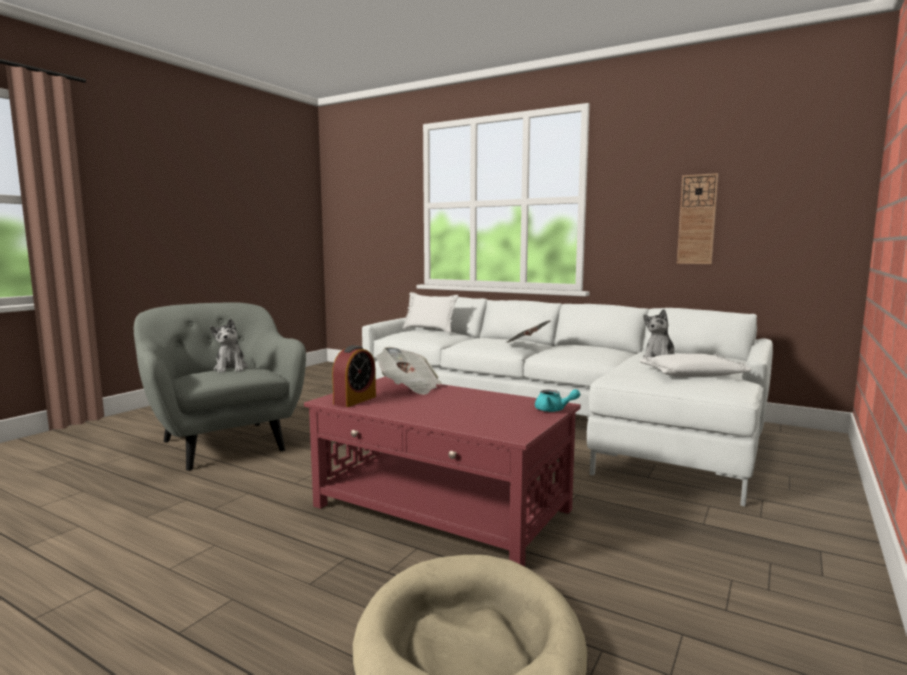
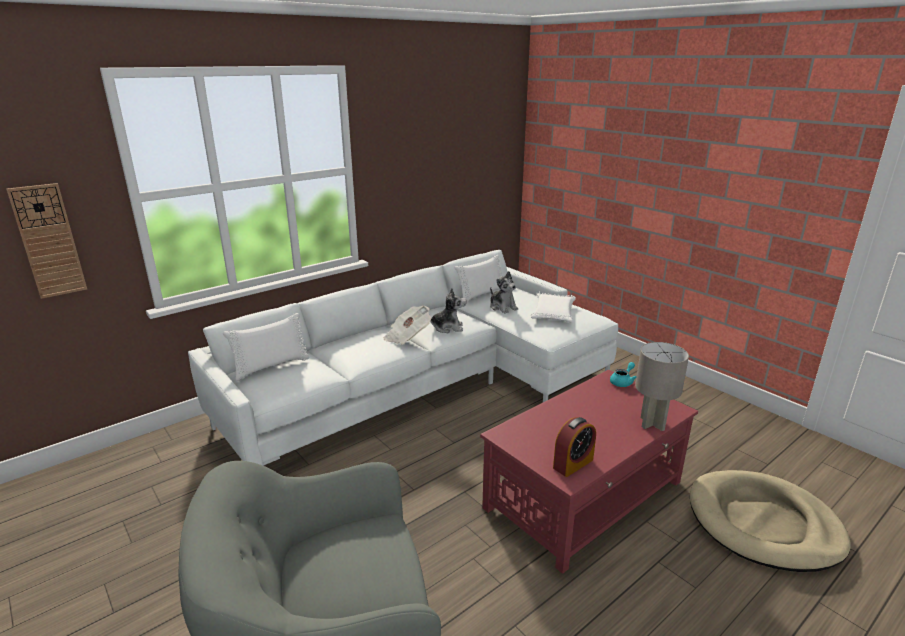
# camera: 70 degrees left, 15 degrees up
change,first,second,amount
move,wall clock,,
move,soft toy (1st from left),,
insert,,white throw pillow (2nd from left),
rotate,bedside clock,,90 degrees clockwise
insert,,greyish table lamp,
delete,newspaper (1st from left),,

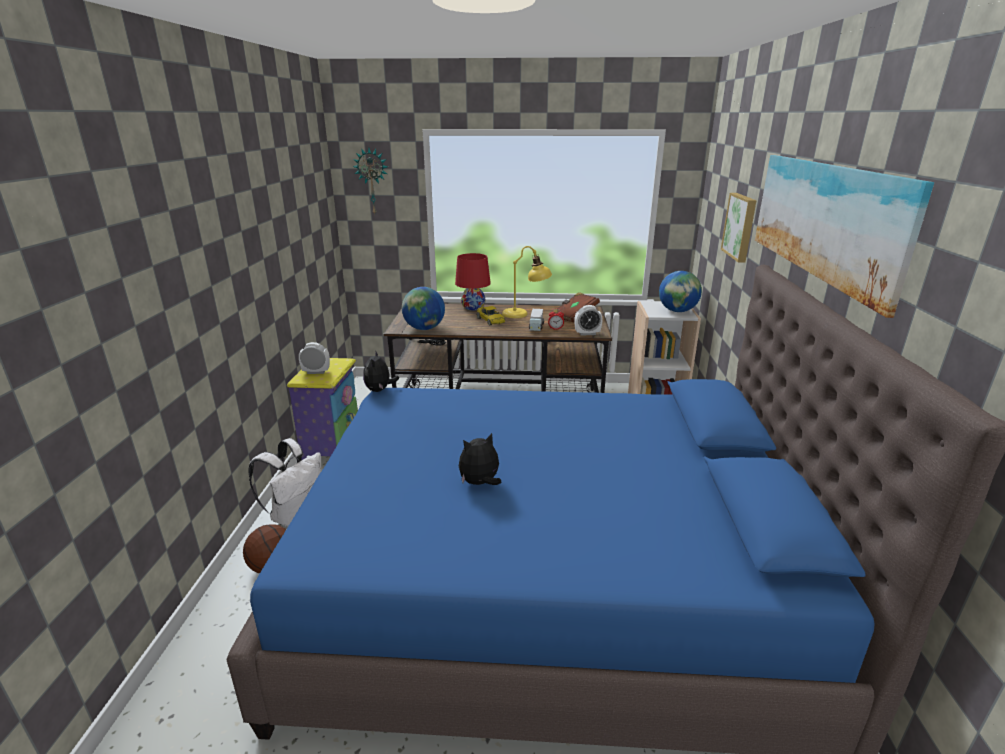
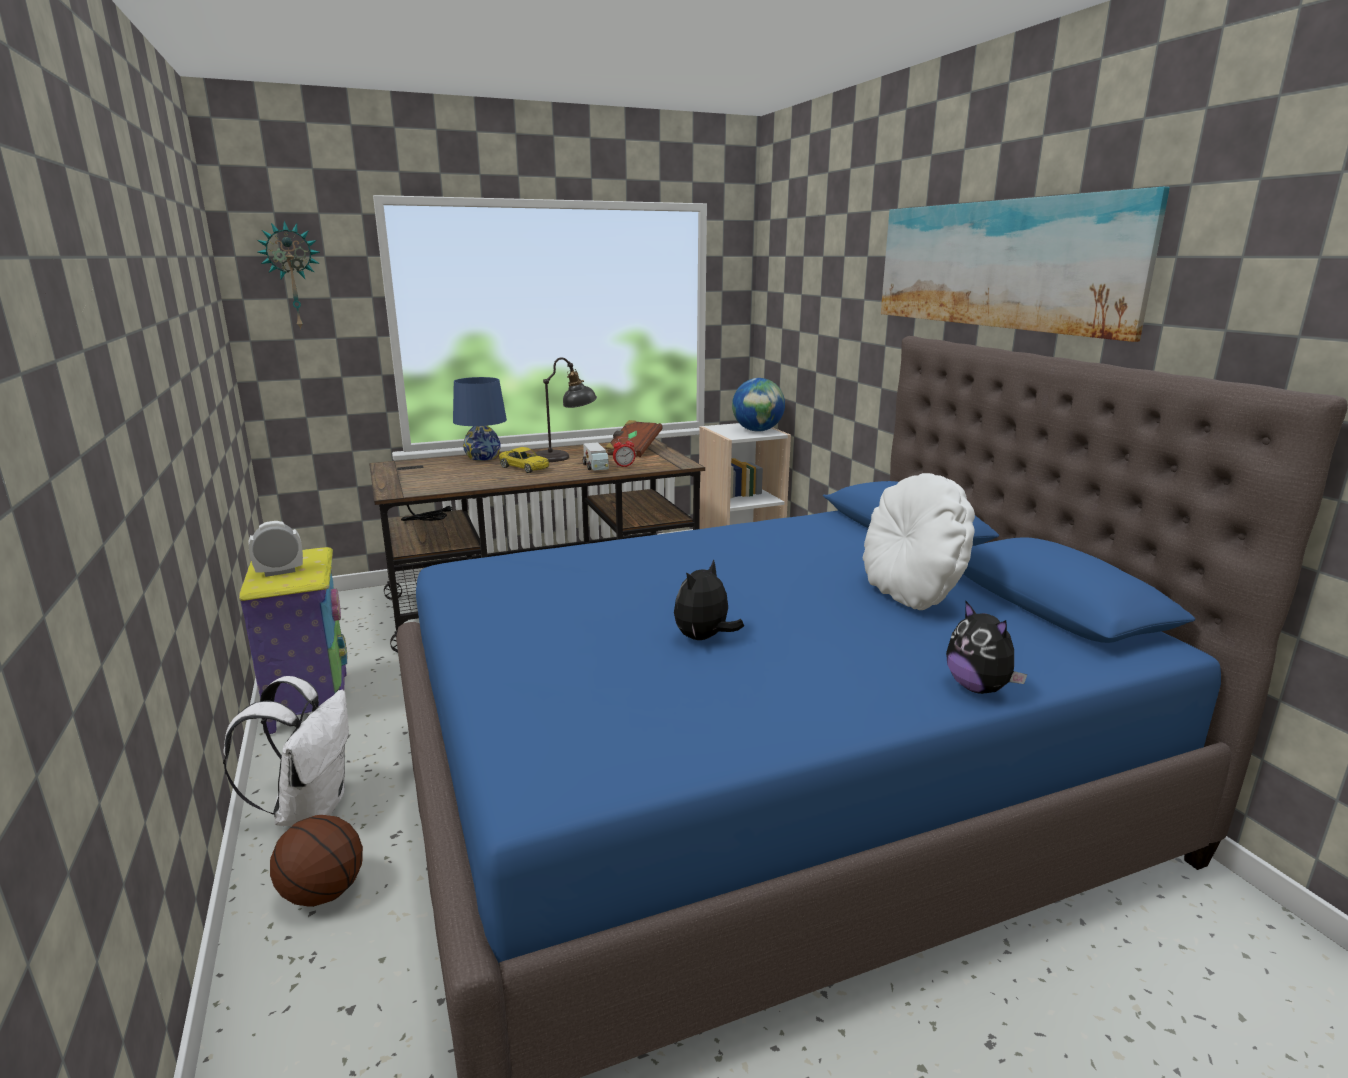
# camera: 25 degrees left, 5 degrees down
change,first,second,amount
recolor,reddish table lamp,blue table lamp,
recolor,yellow-coloured table lamp,greyish table lamp,
insert,,white throw pillow,
move,soft toy (1st from left in the first image),soft toy (2nd from left),
delete,globe (1st from left),,
delete,bedside clock (3rd from left),,
delete,picture (1st from left),,

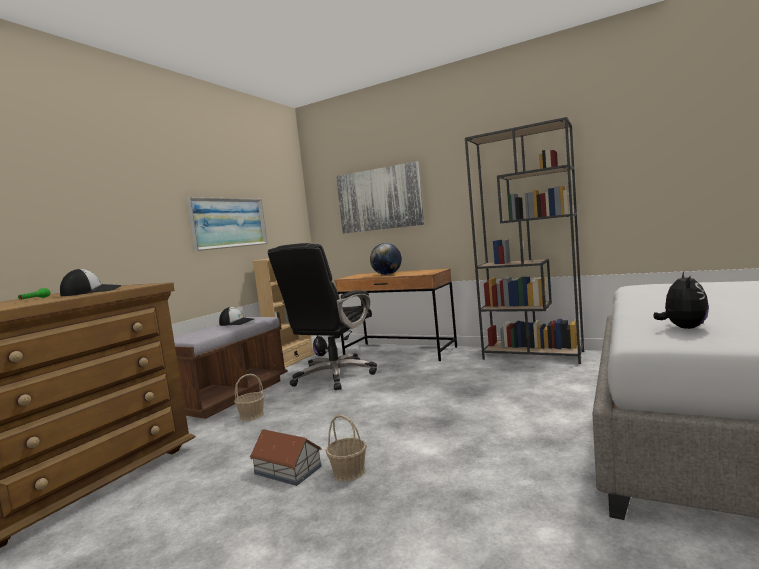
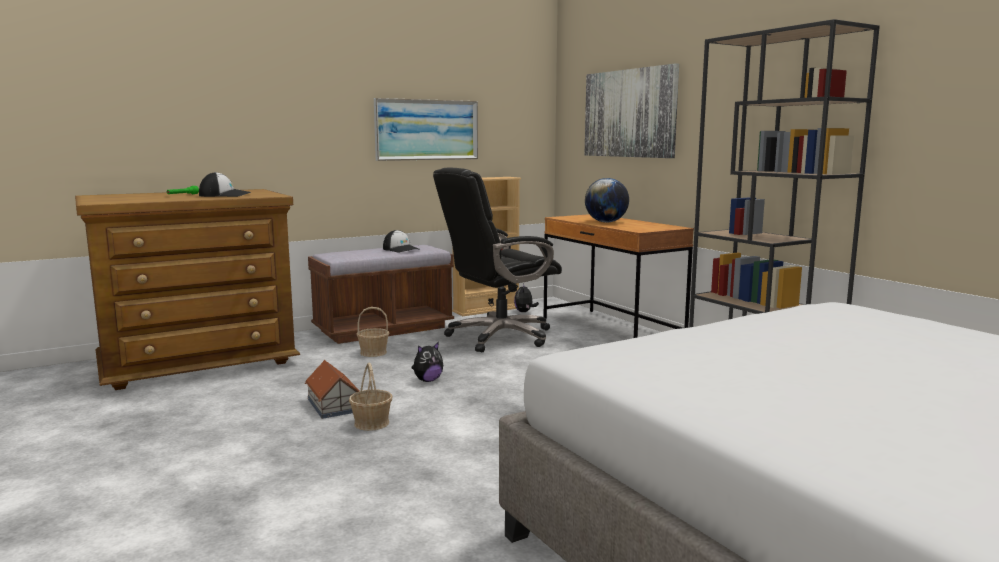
# camera: 30 degrees right, 5 degrees up
change,first,second,amount
move,soft toy (2nd from left in the first image),soft toy (1st from left),

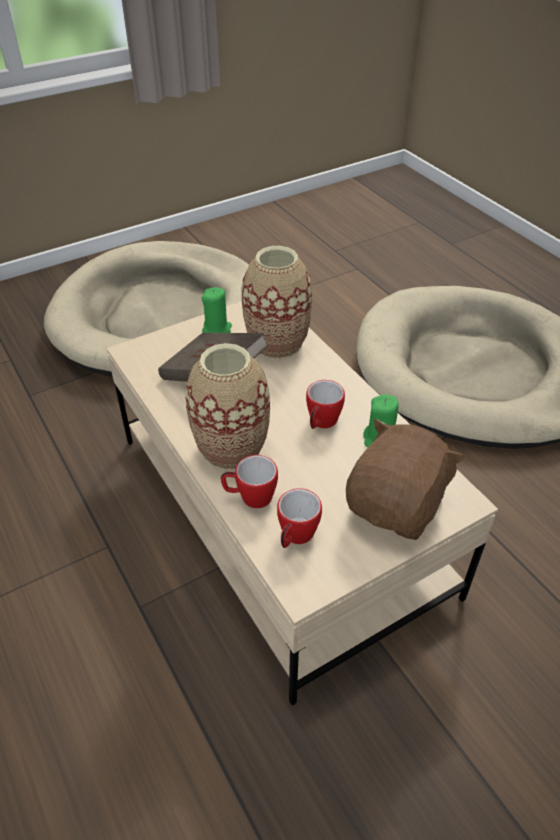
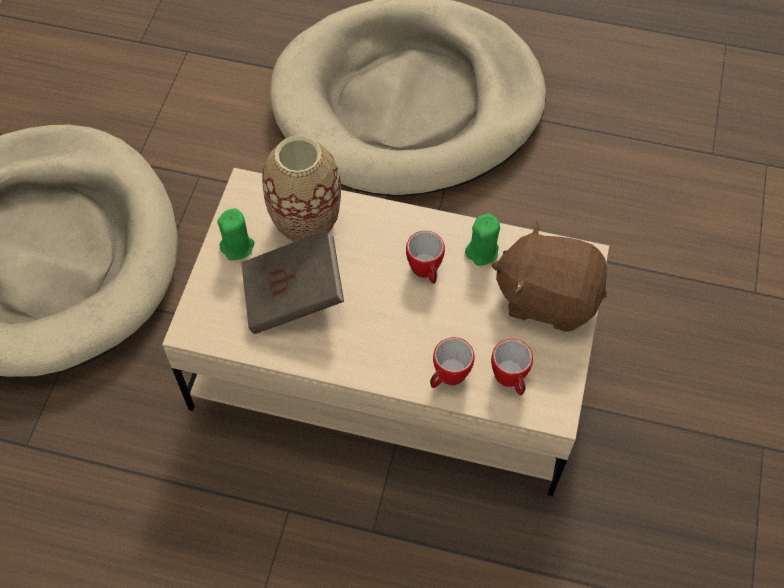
# camera: 45 degrees left, 15 degrees up
change,first,second,amount
rotate,brown-coloured soft toy,,60 degrees counterclockwise
delete,vase (1st from left),,

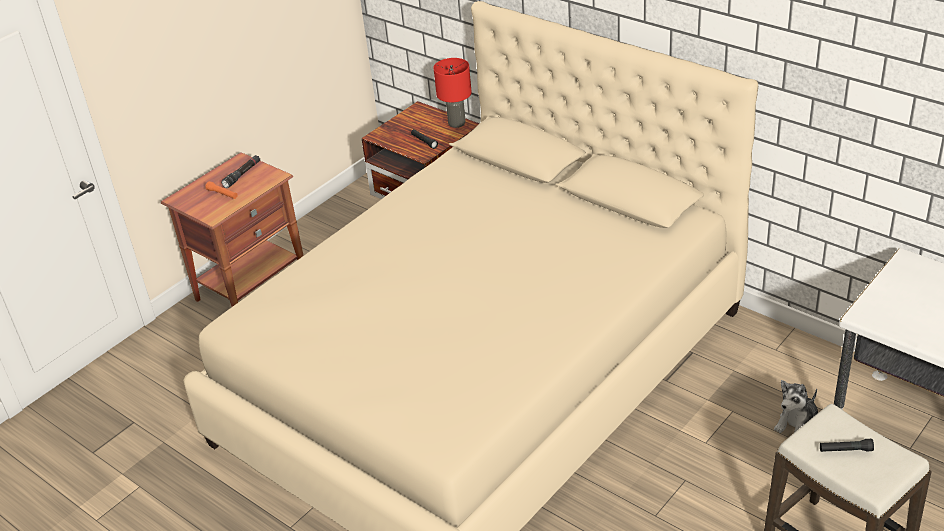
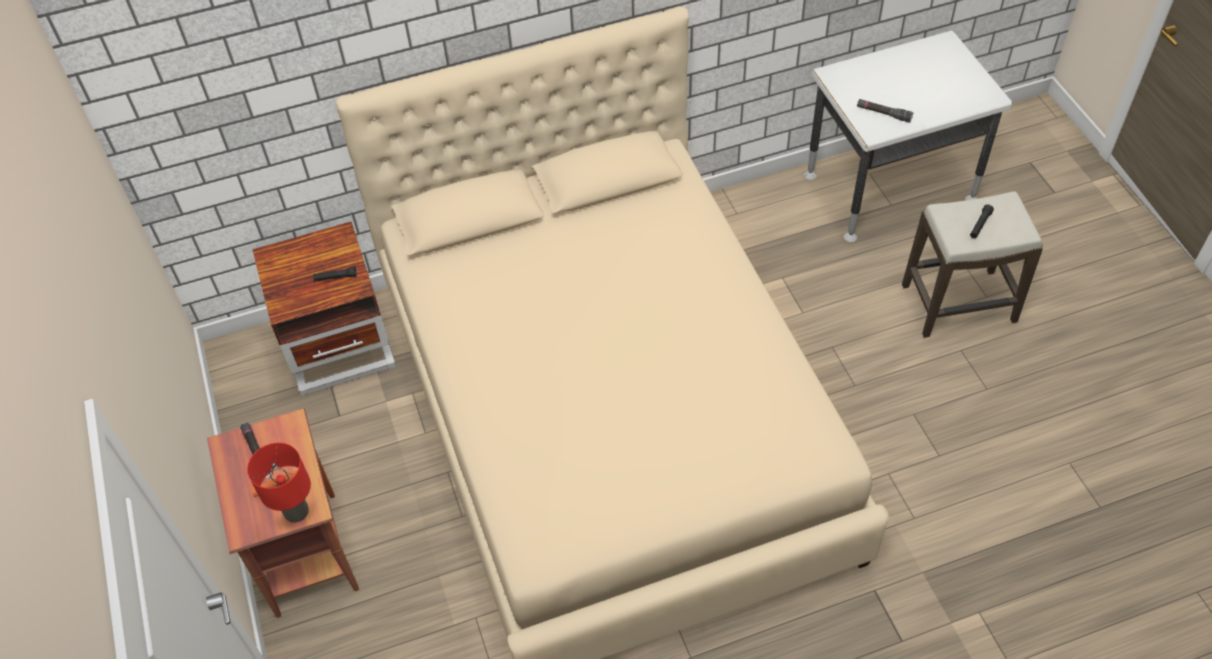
# camera: 60 degrees left, 15 degrees up
change,first,second,amount
move,reddish table lamp,,
insert,,black-coloured flashlight (3rd from left),
delete,soft toy,,

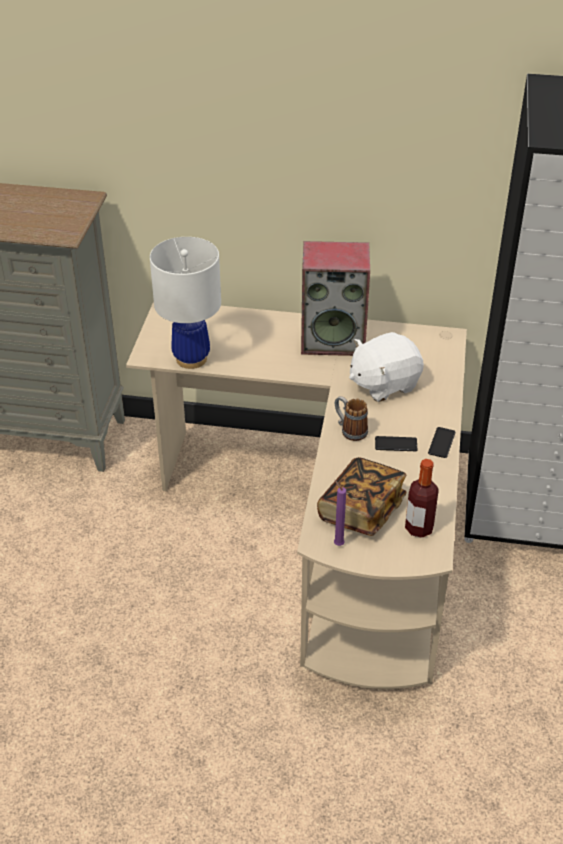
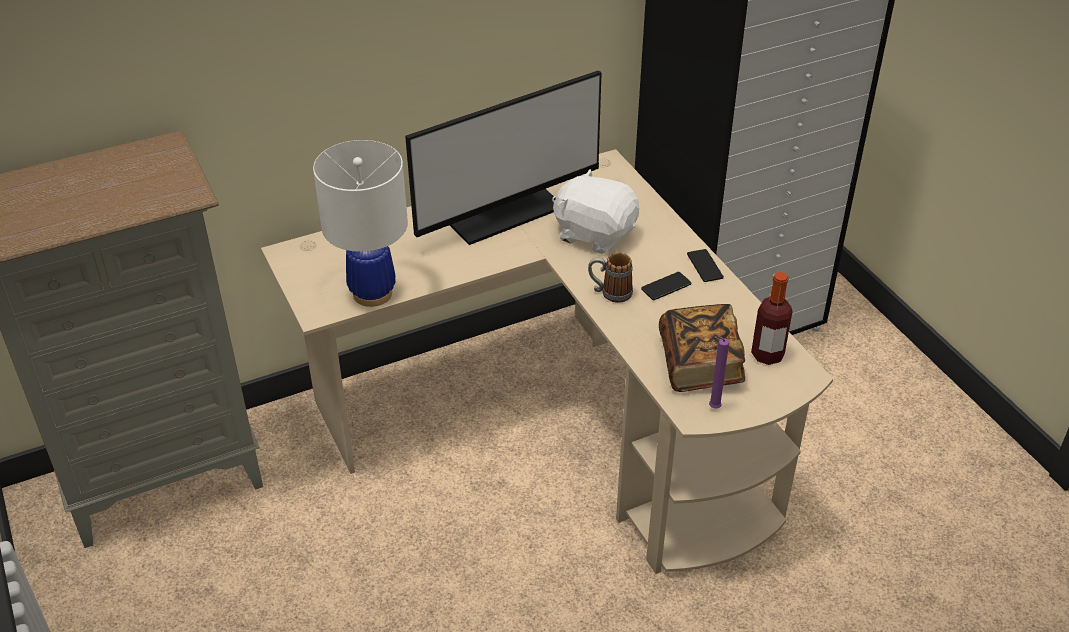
# camera: 35 degrees left, 0 degrees up
change,first,second,amount
replace,loudspeaker,monitor,
rotate,white soft toy,,90 degrees clockwise

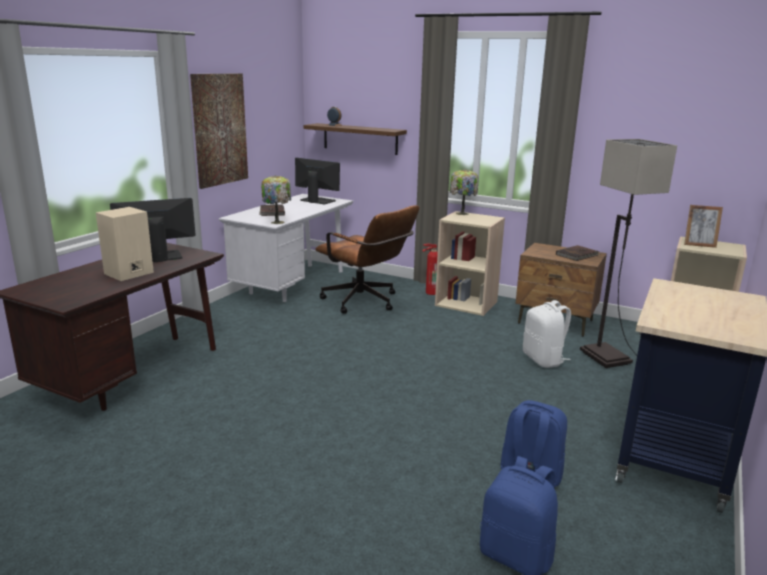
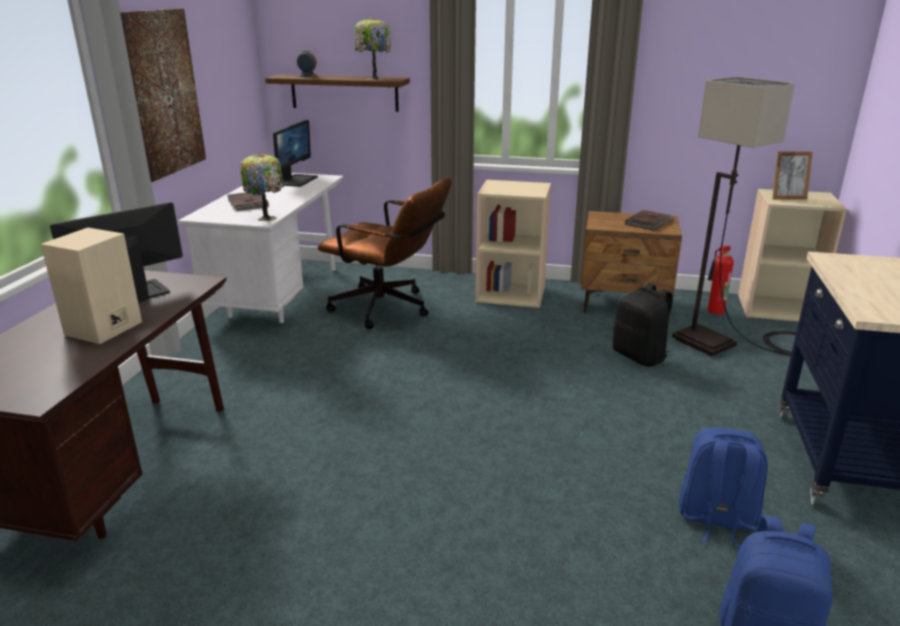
# camera: 15 degrees left, 5 degrees up
change,first,second,amount
rotate,monitor (2nd from left),,90 degrees clockwise
move,table lamp (2nd from left),,
recolor,white knapsack,black-coloured knapsack,
move,fire-fighting cylinder,,

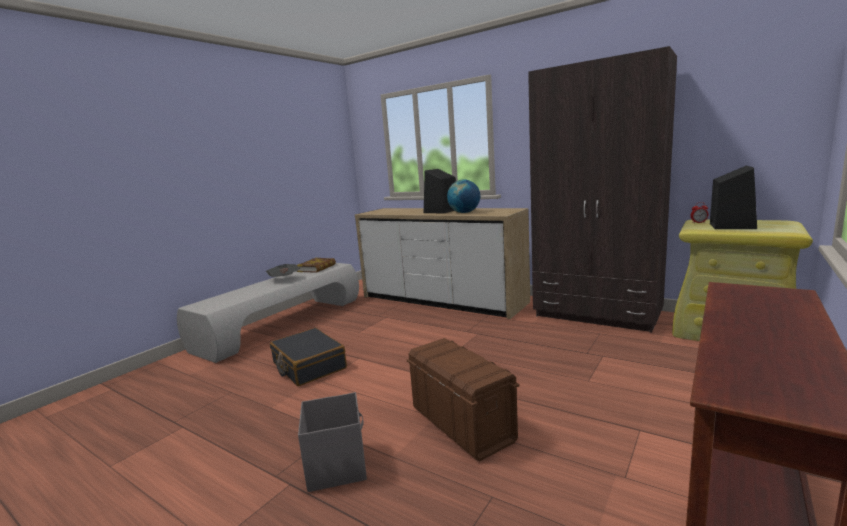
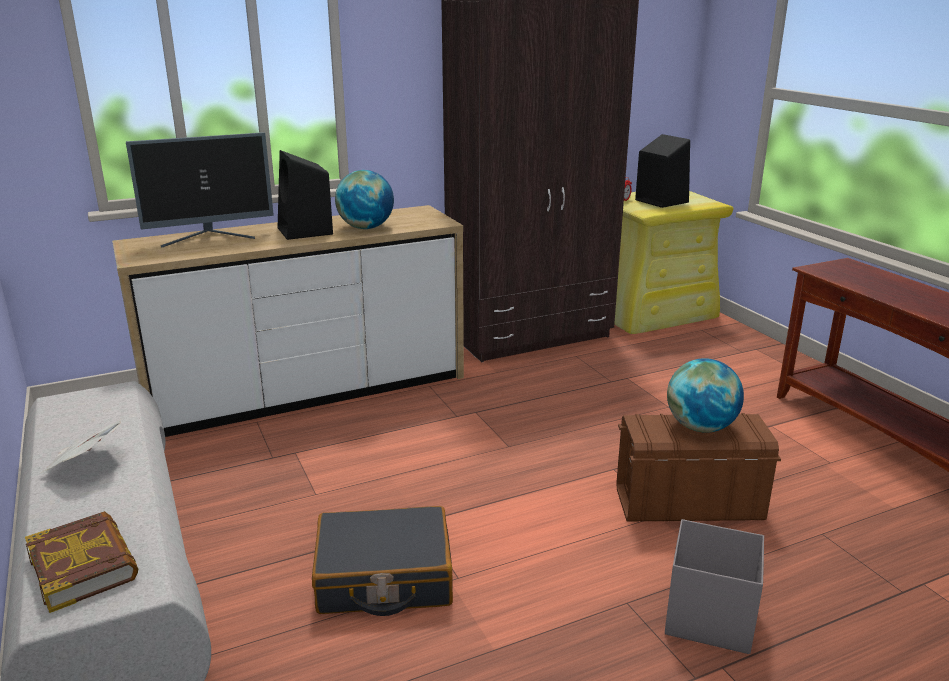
# camera: 60 degrees left, 10 degrees up
change,first,second,amount
move,bound book,,
insert,,monitor,
insert,,globe (2nd from left),

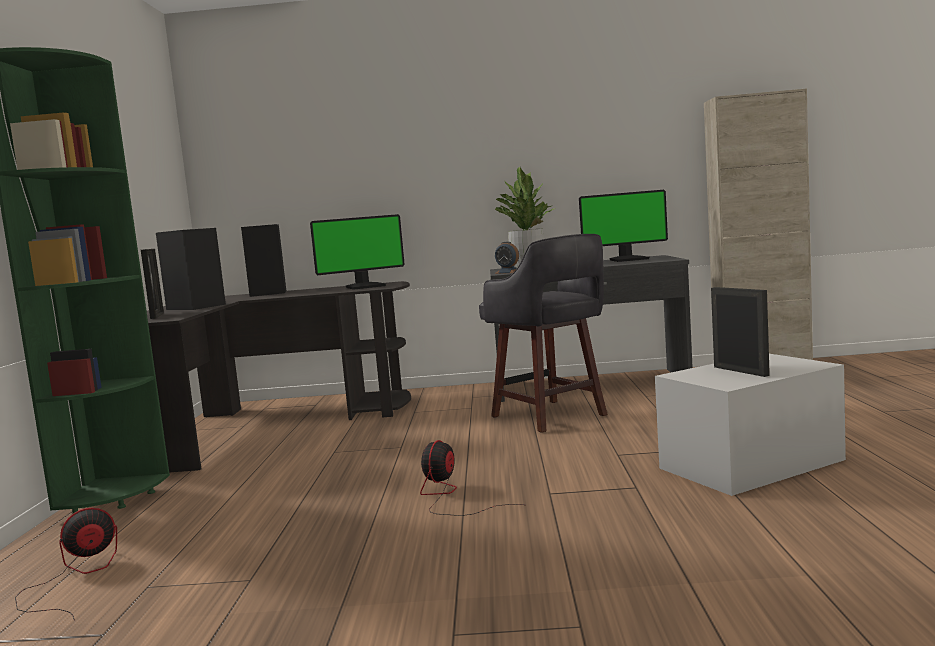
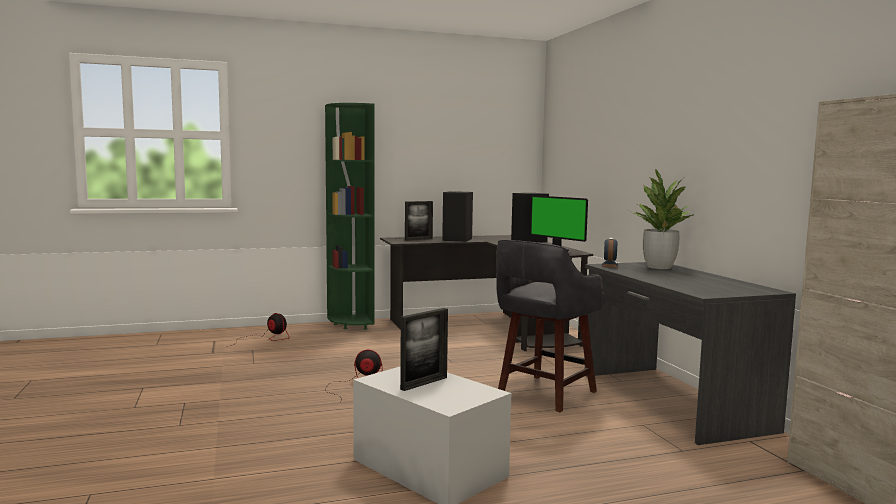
# camera: 70 degrees right, 0 degrees up
change,first,second,amount
delete,monitor (2nd from left),,

